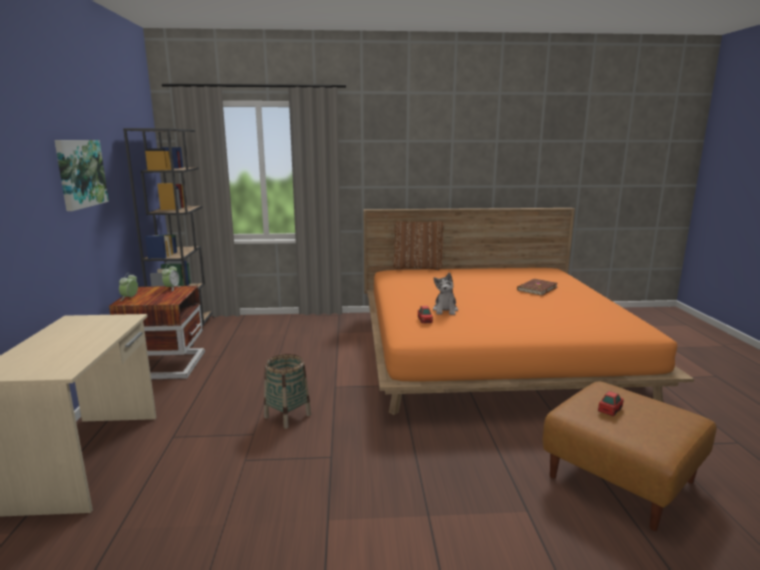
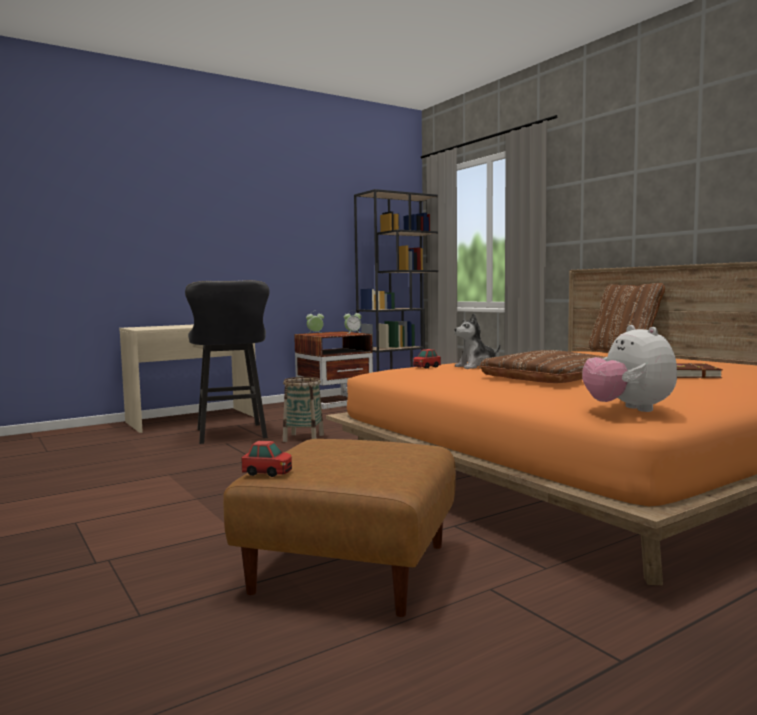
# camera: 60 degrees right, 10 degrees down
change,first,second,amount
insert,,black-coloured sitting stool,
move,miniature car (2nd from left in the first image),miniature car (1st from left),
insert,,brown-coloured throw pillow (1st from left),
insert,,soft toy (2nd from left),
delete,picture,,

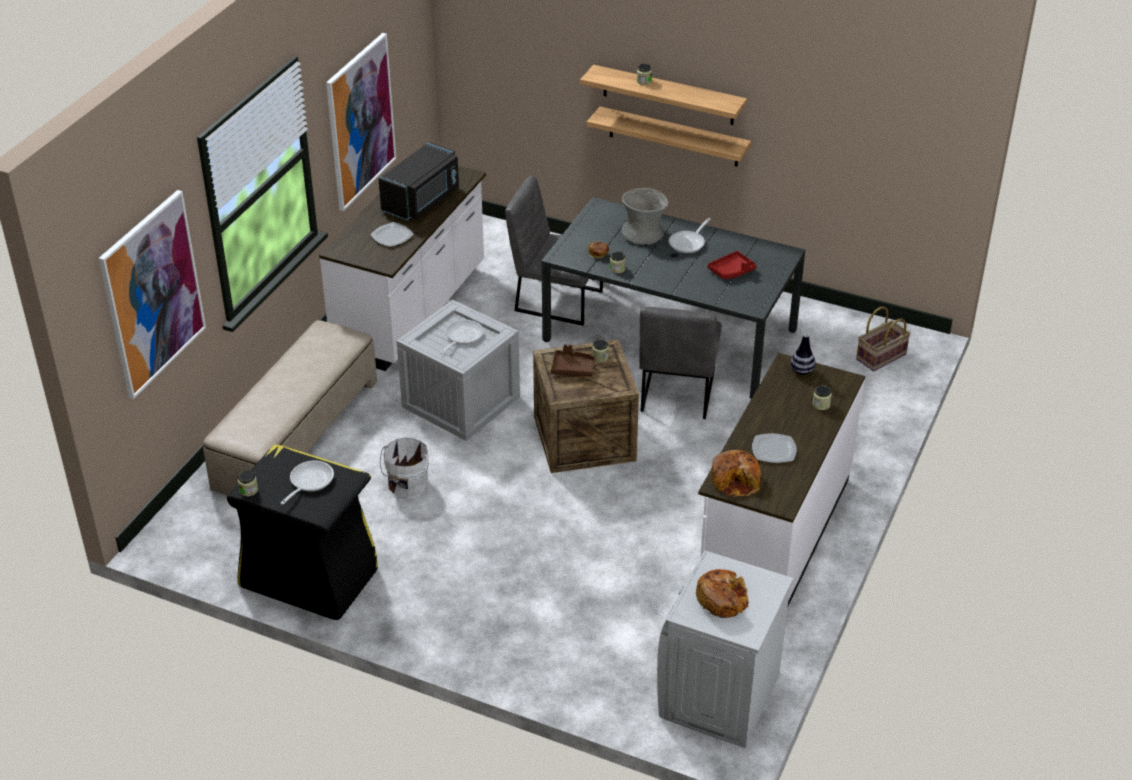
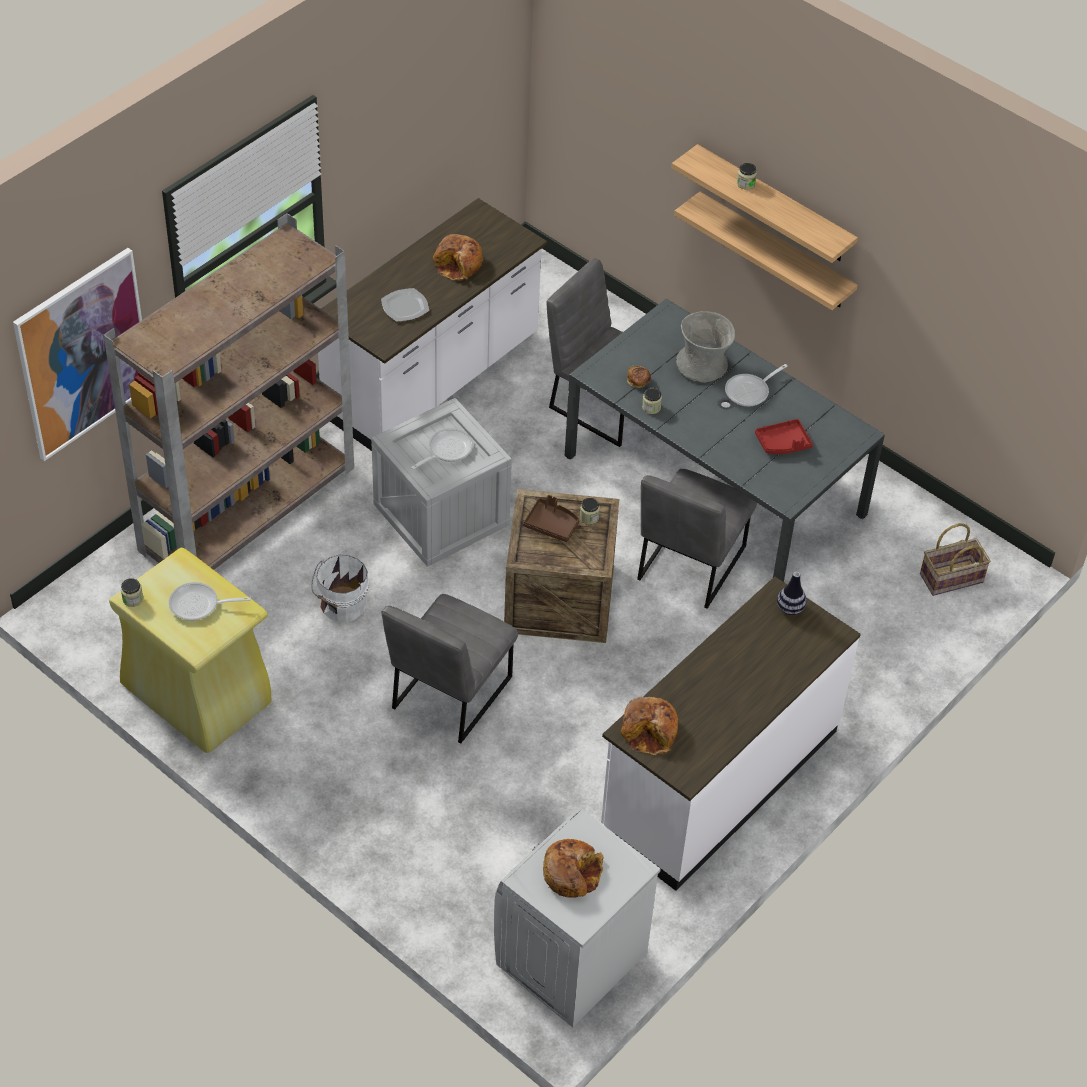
# camera: 15 degrees right, 10 degrees up
change,first,second,amount
replace,beige-coloured bench,brown-coloured shelving unit,
recolor,black-coloured bedside table,yellow-coloured bedside table,
rotate,skillet (1st from left),,135 degrees counterclockwise
insert,,greyish plain chair (1st from left),
replace,black-coloured microwave oven,baked bread (1st from left),
delete,picture (2nd from left),,
delete,flat dish (2nd from left),,
delete,jar (5th from left),,

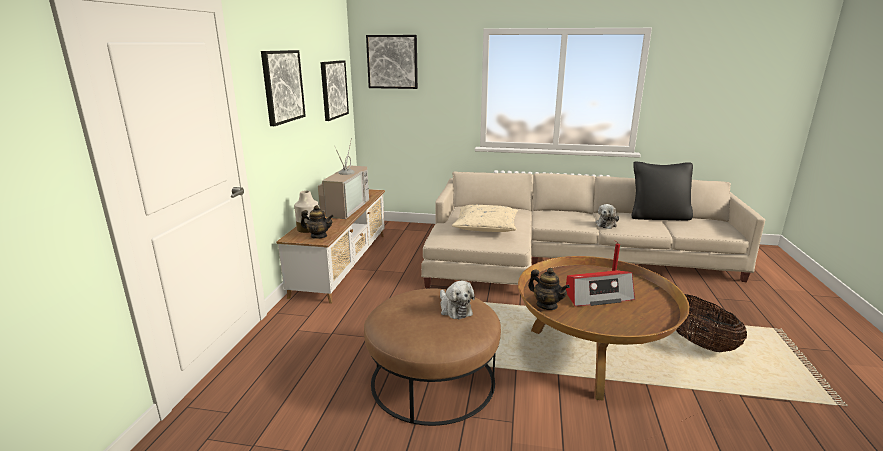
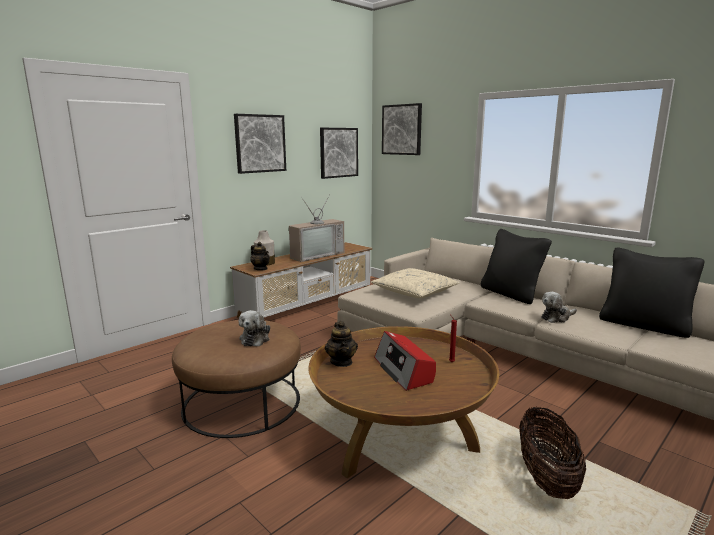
# camera: 35 degrees right, 5 degrees down
change,first,second,amount
rotate,radio set,,45 degrees clockwise
insert,,black-coloured throw pillow (1st from left),

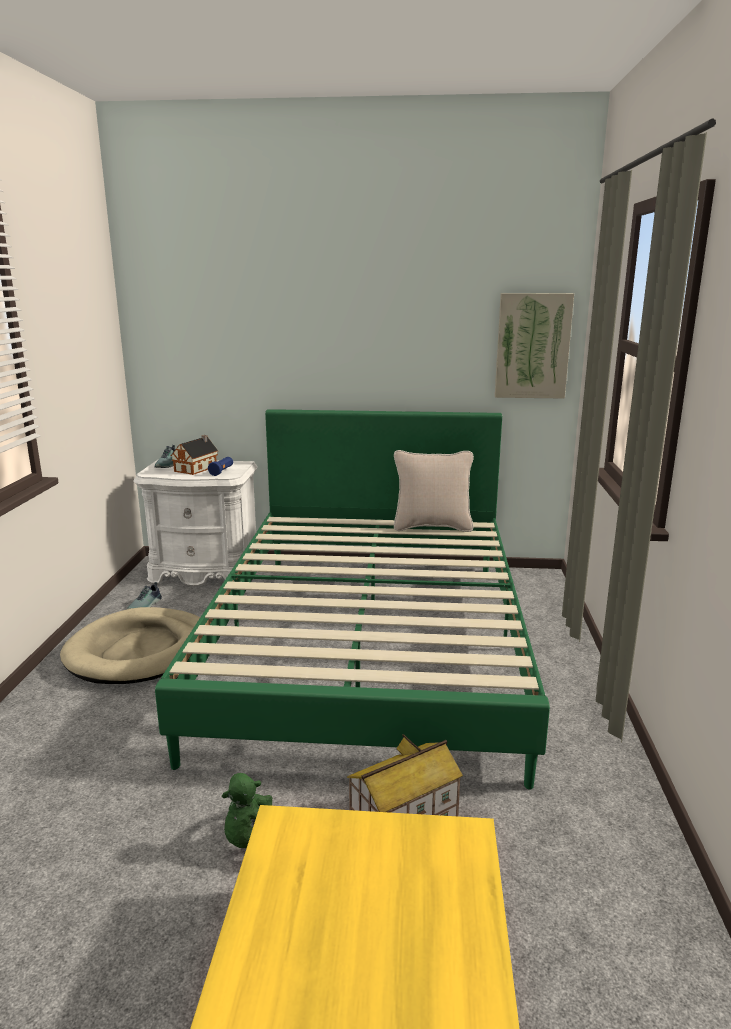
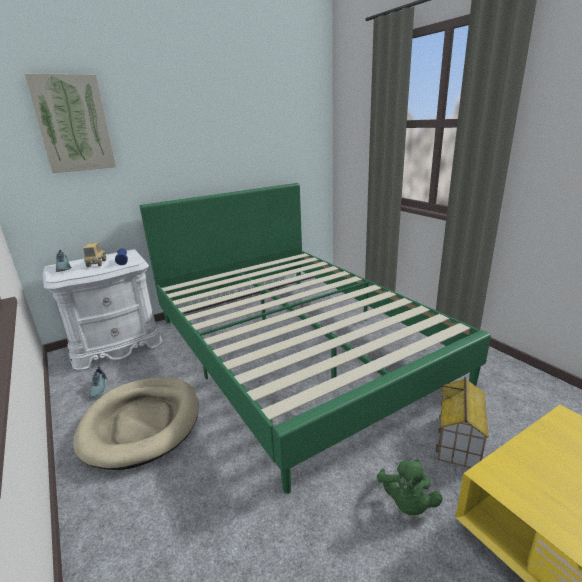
# camera: 35 degrees left, 5 degrees up
change,first,second,amount
move,picture,,
replace,model house (1st from left),toy lorry,
delete,beige-coloured throw pillow,,

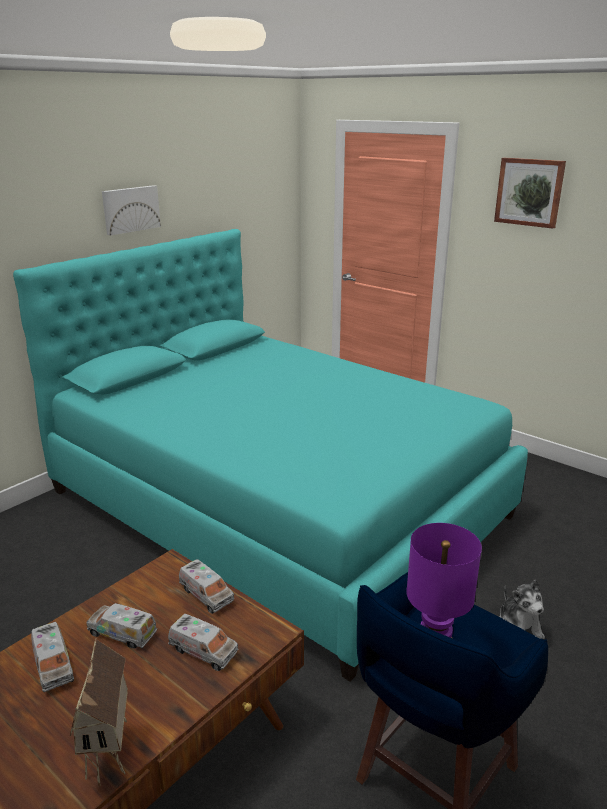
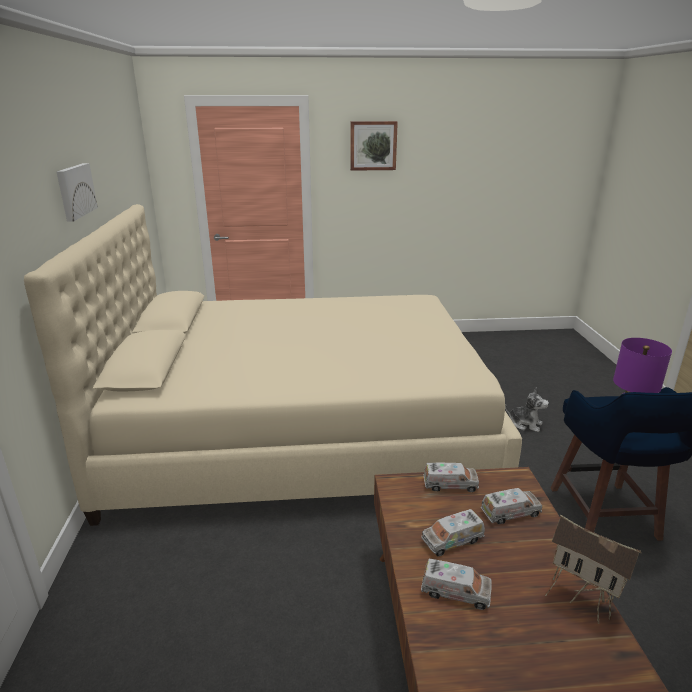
# camera: 45 degrees left, 0 degrees up
change,first,second,amount
recolor,turquoise bedroom bed,beige-coloured bedroom bed,

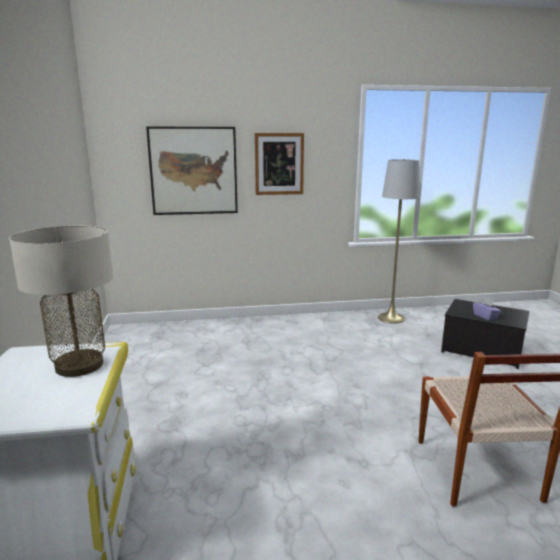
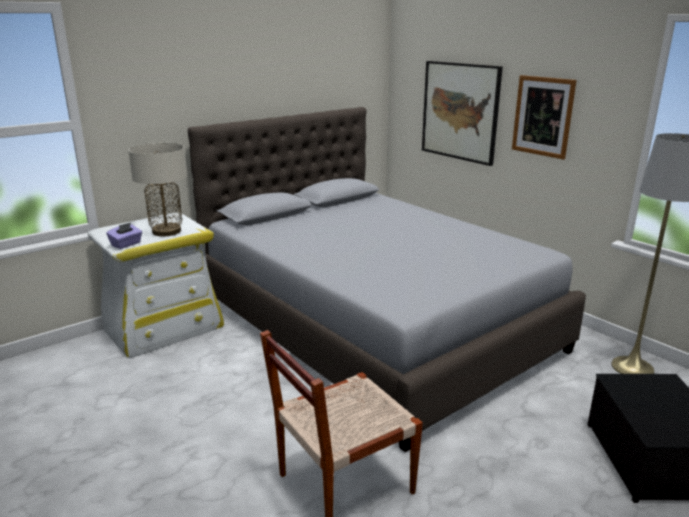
# camera: 60 degrees right, 5 degrees up
change,first,second,amount
move,purple box of tissues,,
insert,,greyish bedroom bed,

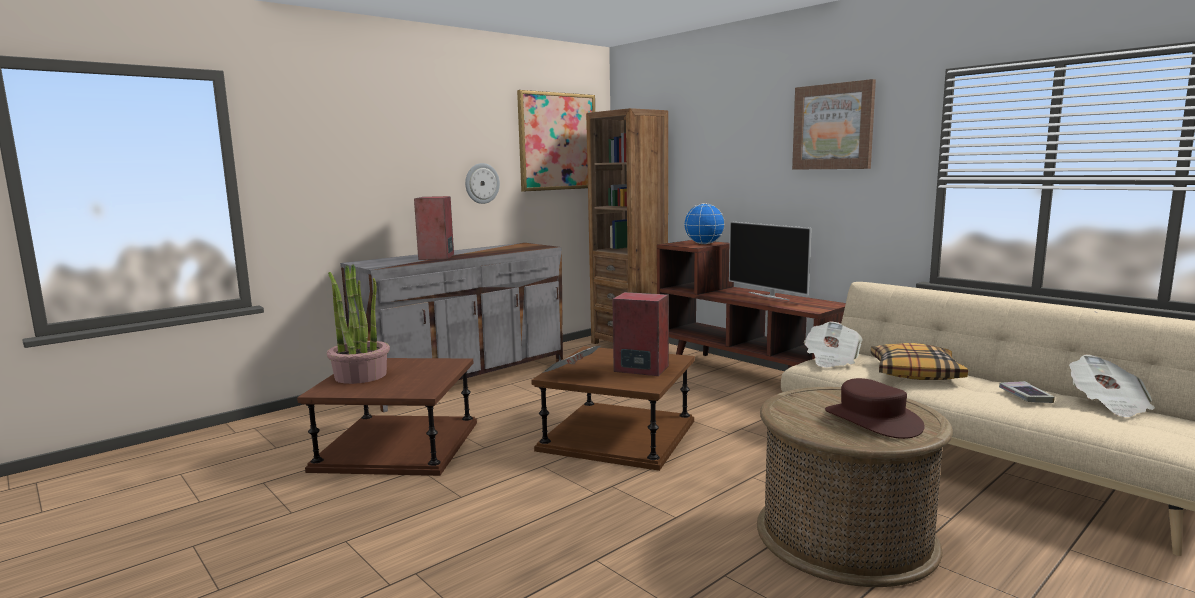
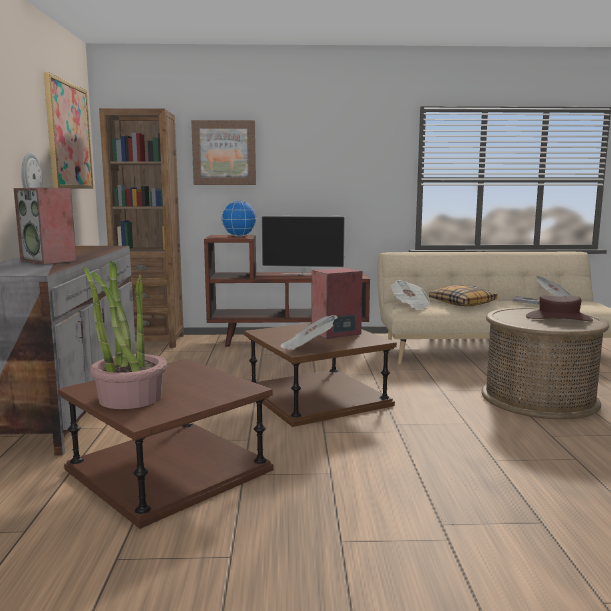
# camera: 50 degrees left, 0 degrees up
change,first,second,amount
move,picture (2nd from left),,

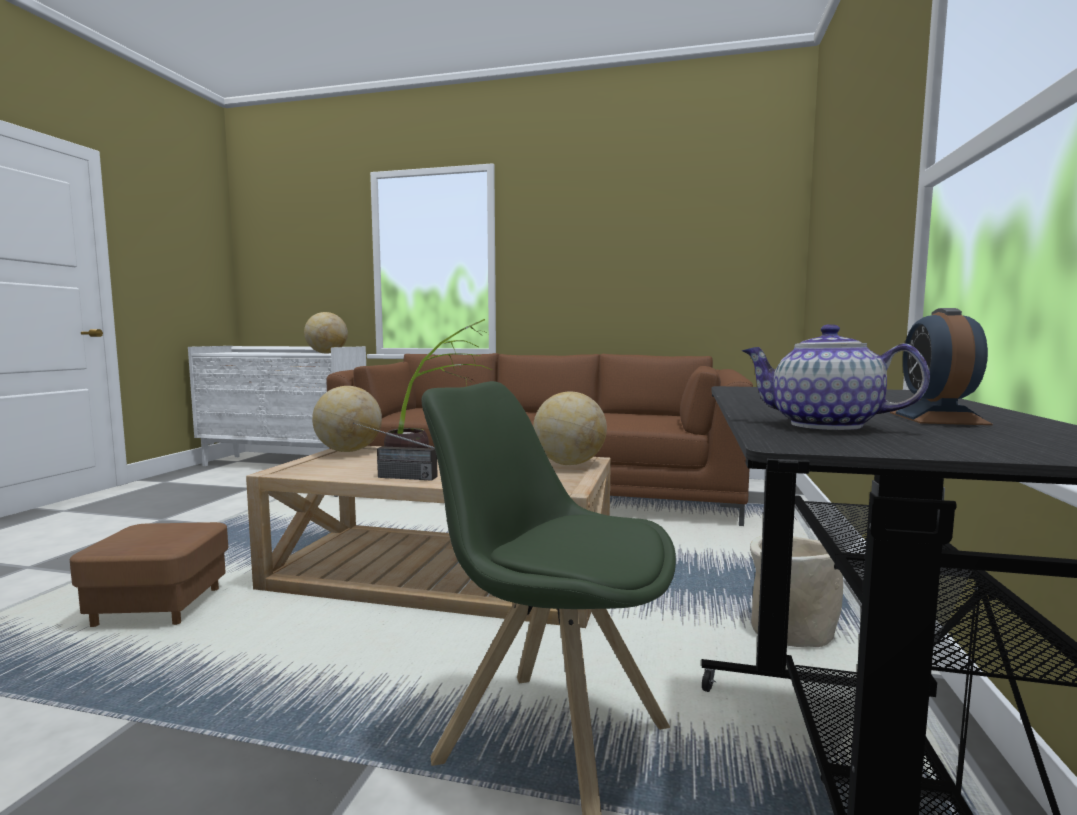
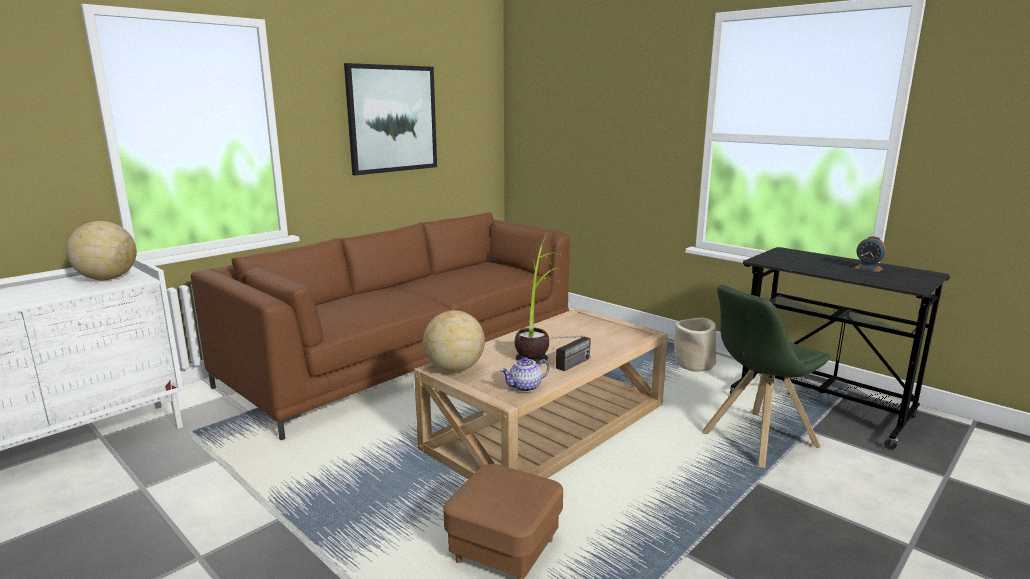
# camera: 60 degrees left, 10 degrees up
change,first,second,amount
insert,,picture,
move,pot for tea,,
delete,globe (3rd from left),,

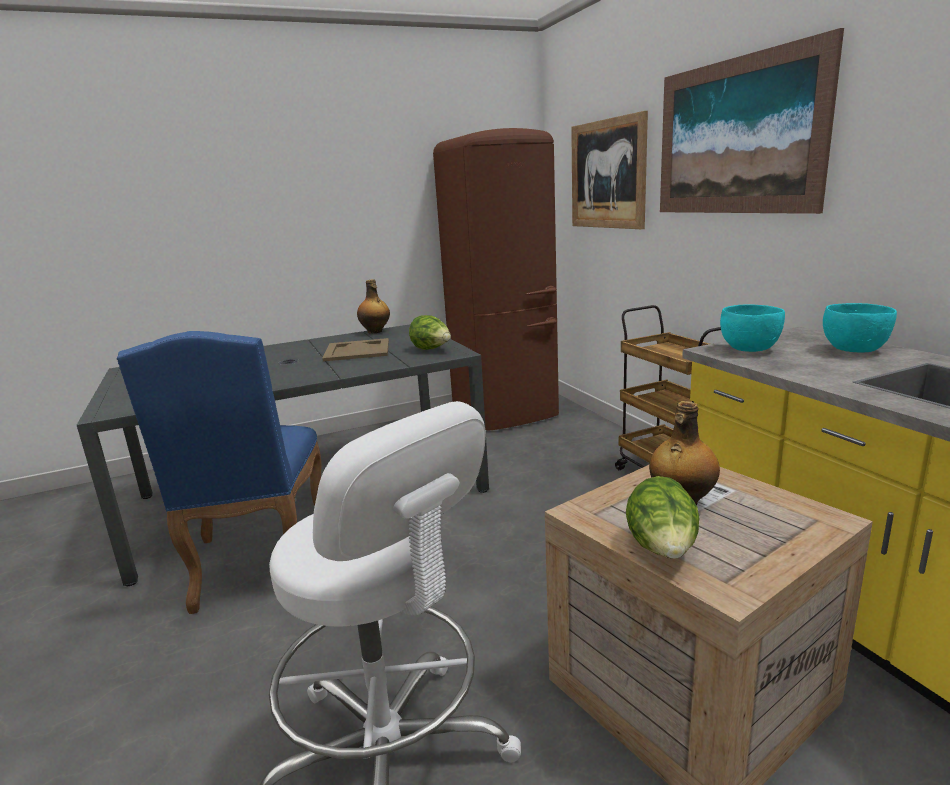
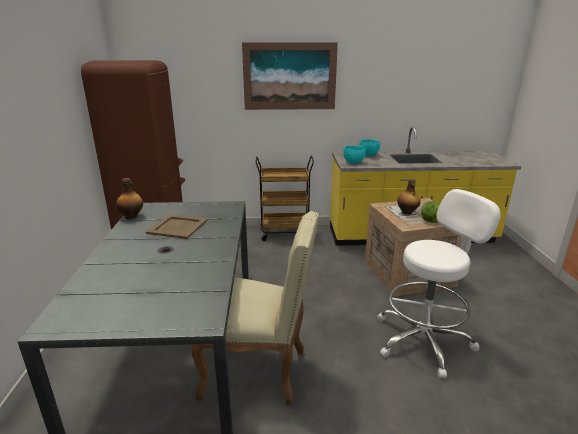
# camera: 70 degrees left, 5 degrees up
change,first,second,amount
recolor,blue plain chair,beige-coloured plain chair,
delete,lettuce (1st from left),,
delete,picture (1st from left),,

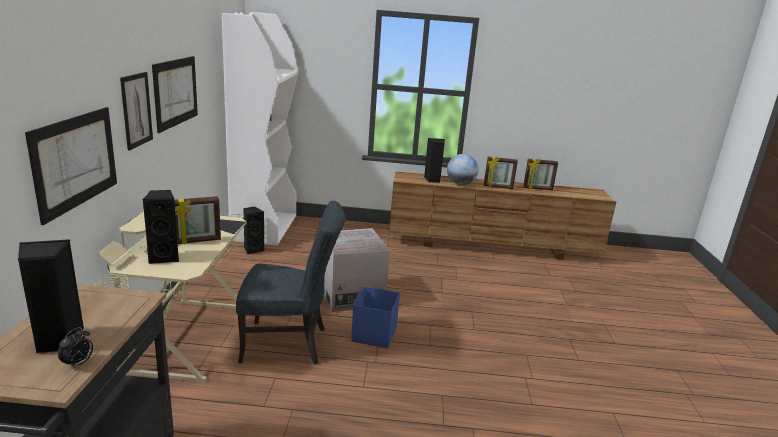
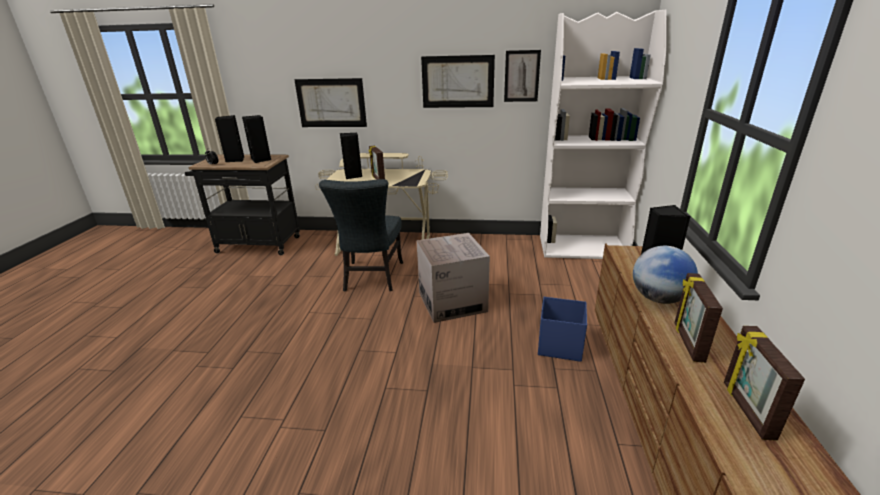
# camera: 95 degrees right, 5 degrees up
change,first,second,amount
move,black-coloured loudspeaker (3rd from left in the first image),black-coloured loudspeaker (2nd from left),
move,picture (2nd from left in the first image),picture (3rd from left),
move,blue storage box,,

